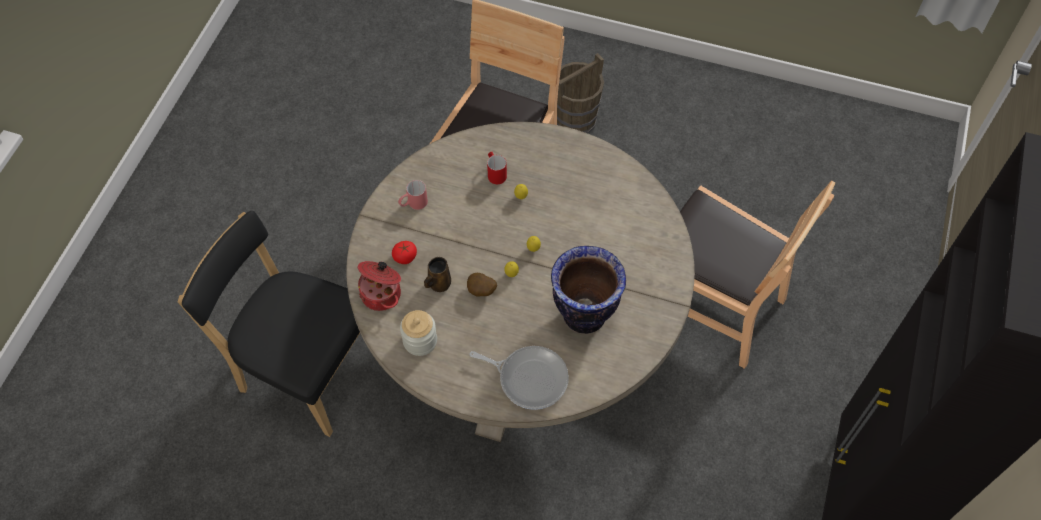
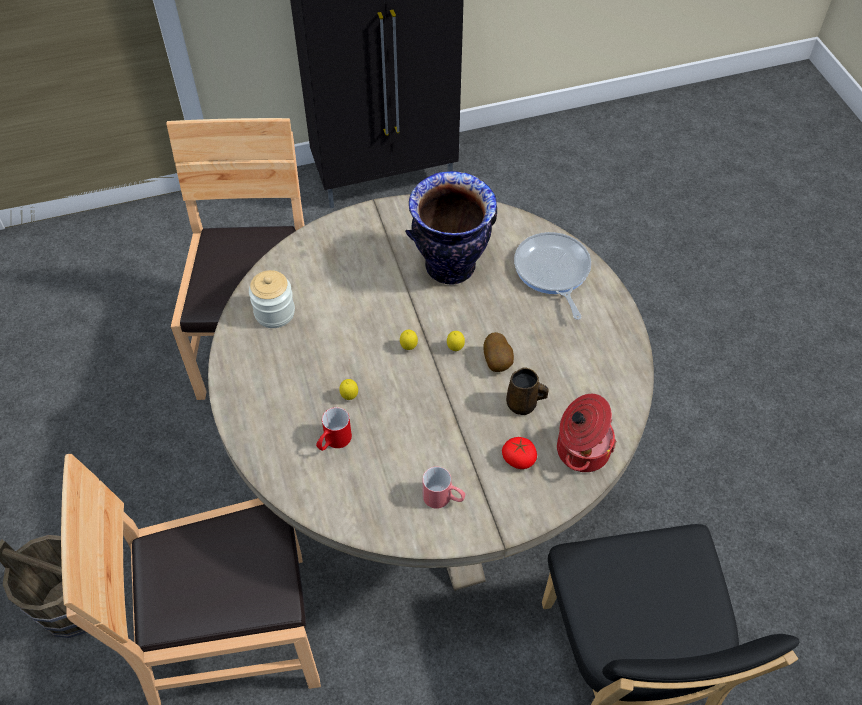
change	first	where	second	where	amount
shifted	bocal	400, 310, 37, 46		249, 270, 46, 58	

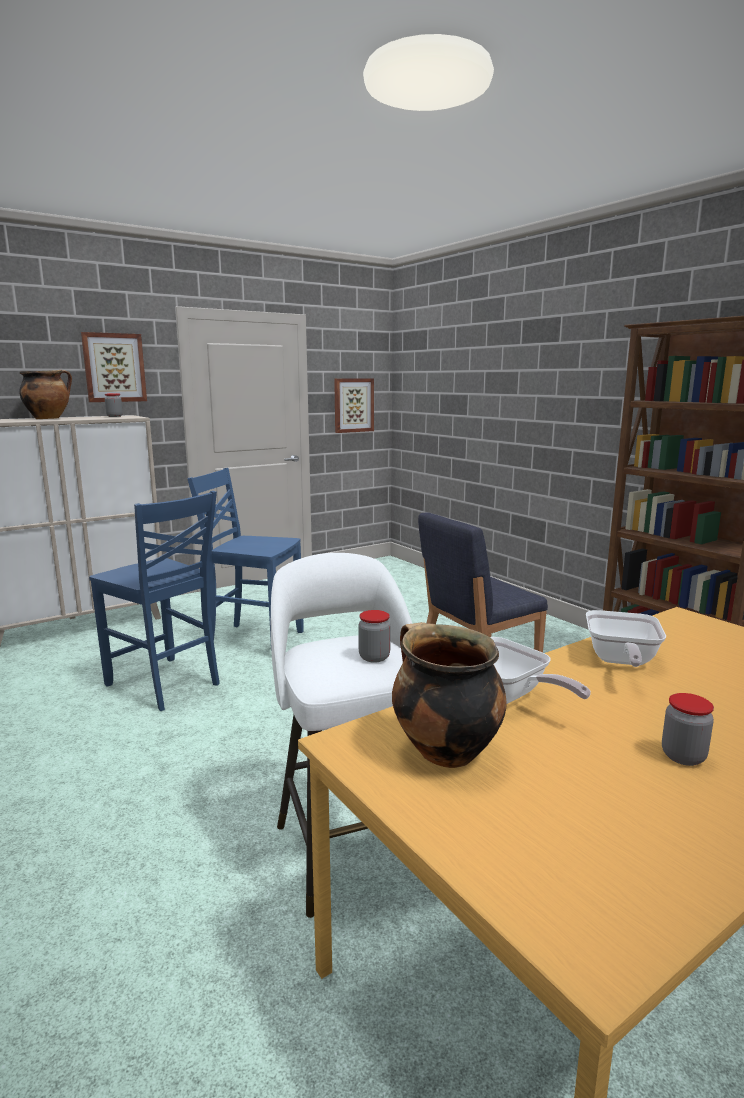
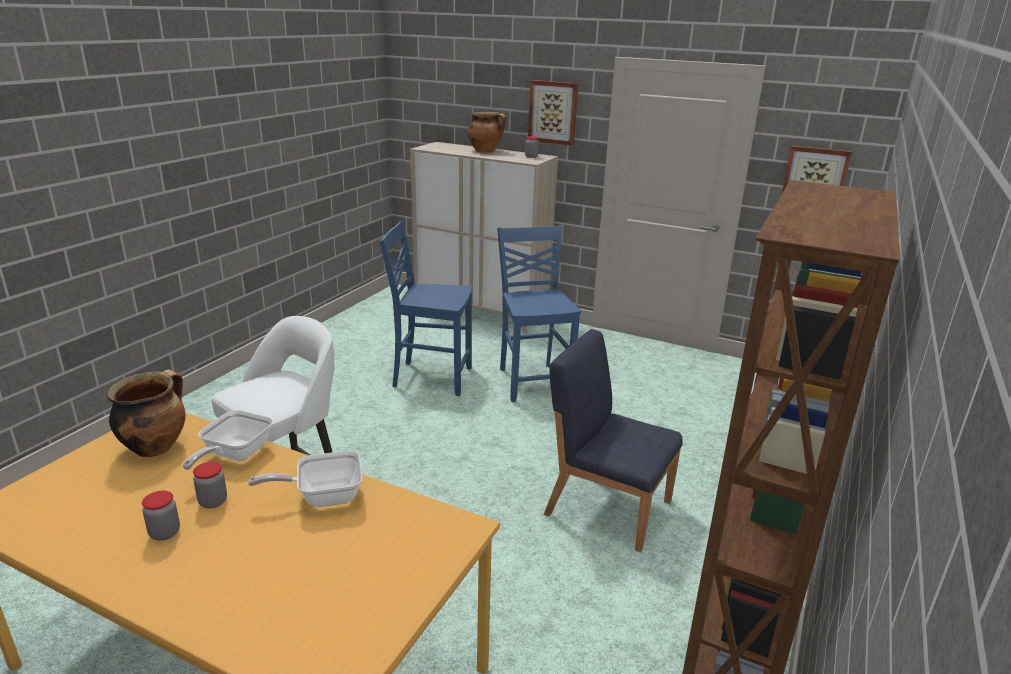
change	first	where	second	where	amount
rotated	chaise/bleu	89, 491, 131, 220		380, 221, 92, 175	90 degrees clockwise
shifted	bocal	358, 610, 33, 53		193, 462, 34, 46	

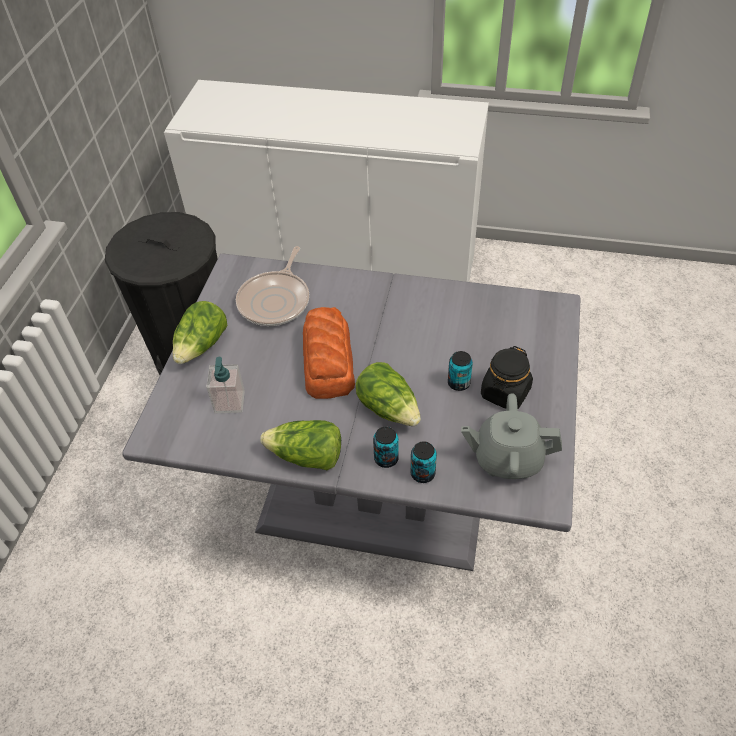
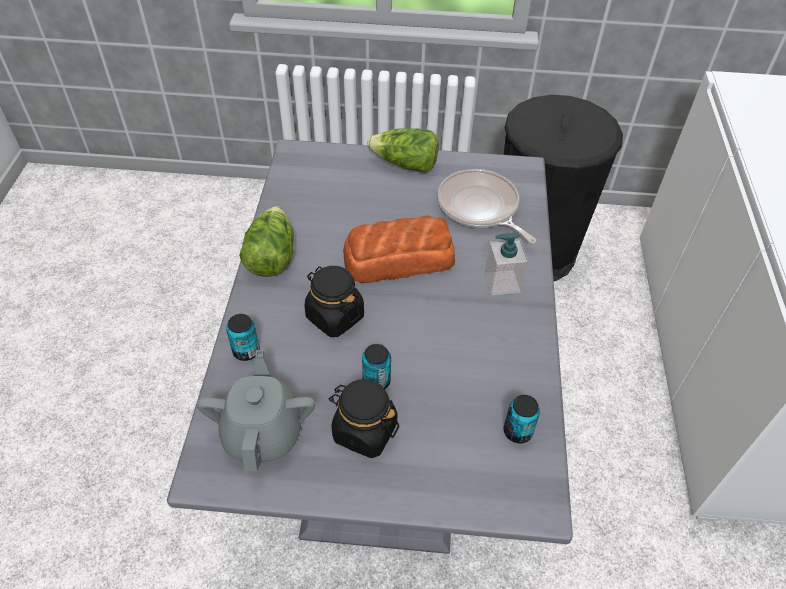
change	first	where	second	where	amount
rotated	poêle	236, 246, 73, 80		438, 169, 98, 75	45 degrees clockwise
shifted	distributeur de savon	206, 357, 39, 56		485, 232, 43, 63	
swapped	laitue	356, 362, 65, 64	bocal/noir	305, 266, 59, 71	
shifted	boîte métallique	373, 427, 26, 41		504, 395, 36, 49	

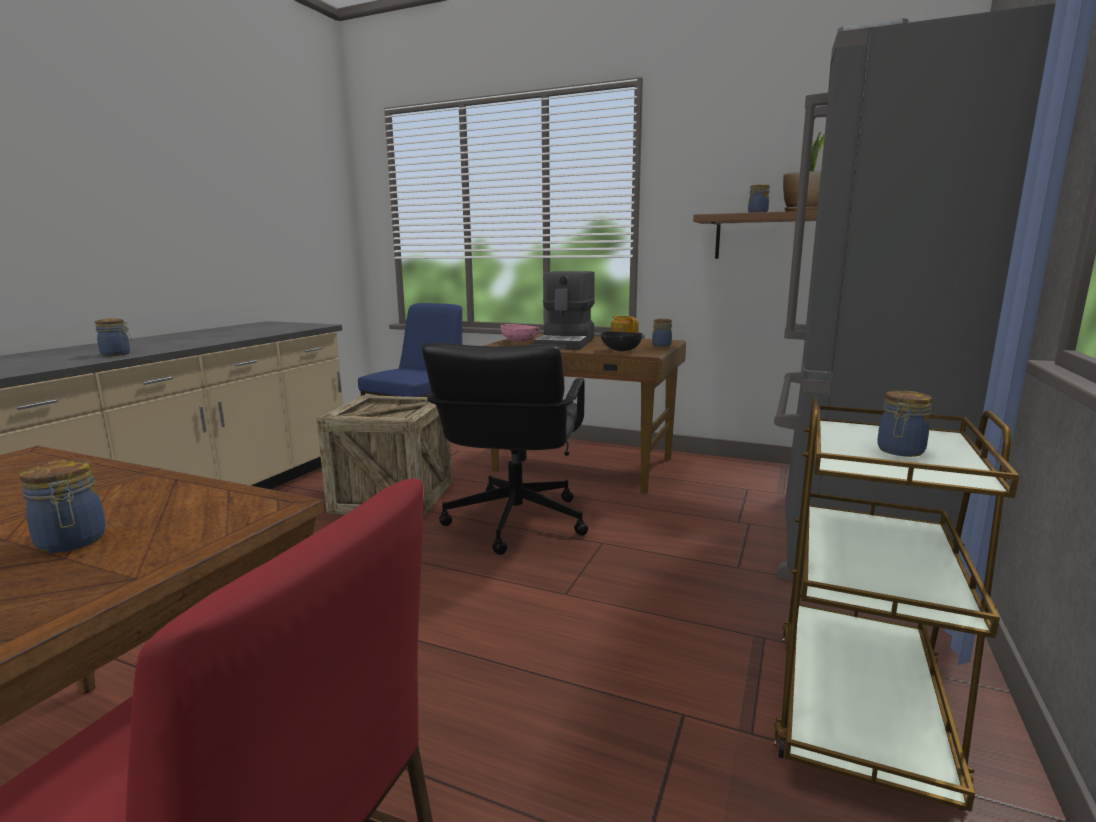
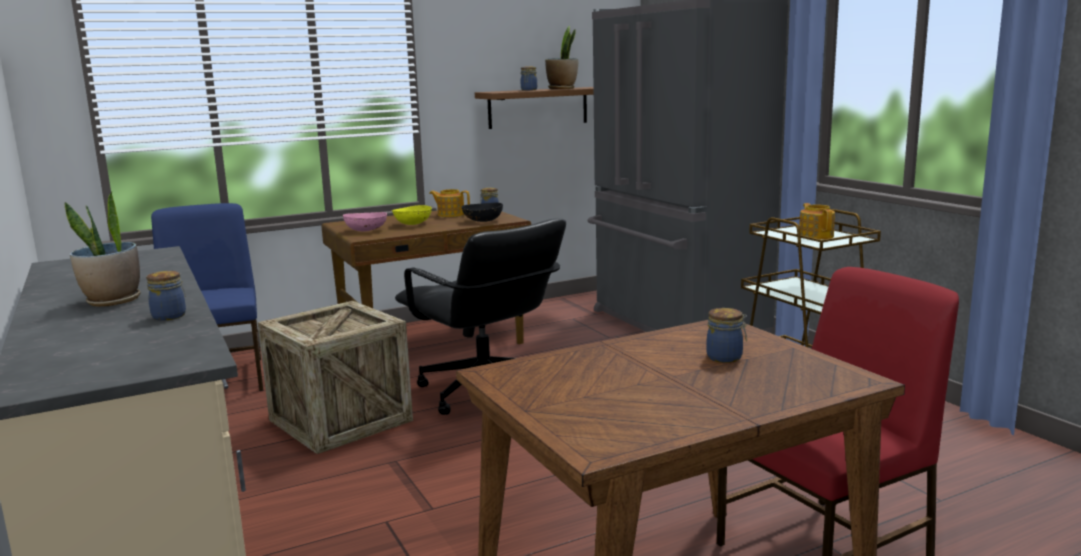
change	first	where	second	where	amount
swapped	machine à café	534, 271, 61, 79	bol/jaune	392, 205, 40, 20	
swapped	bocal	877, 391, 55, 66	théière	799, 203, 36, 37	
new			plante en pot	64, 192, 77, 115	

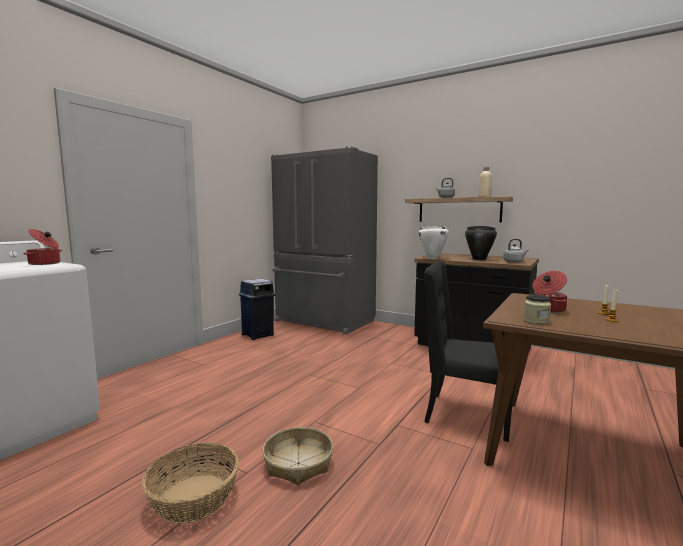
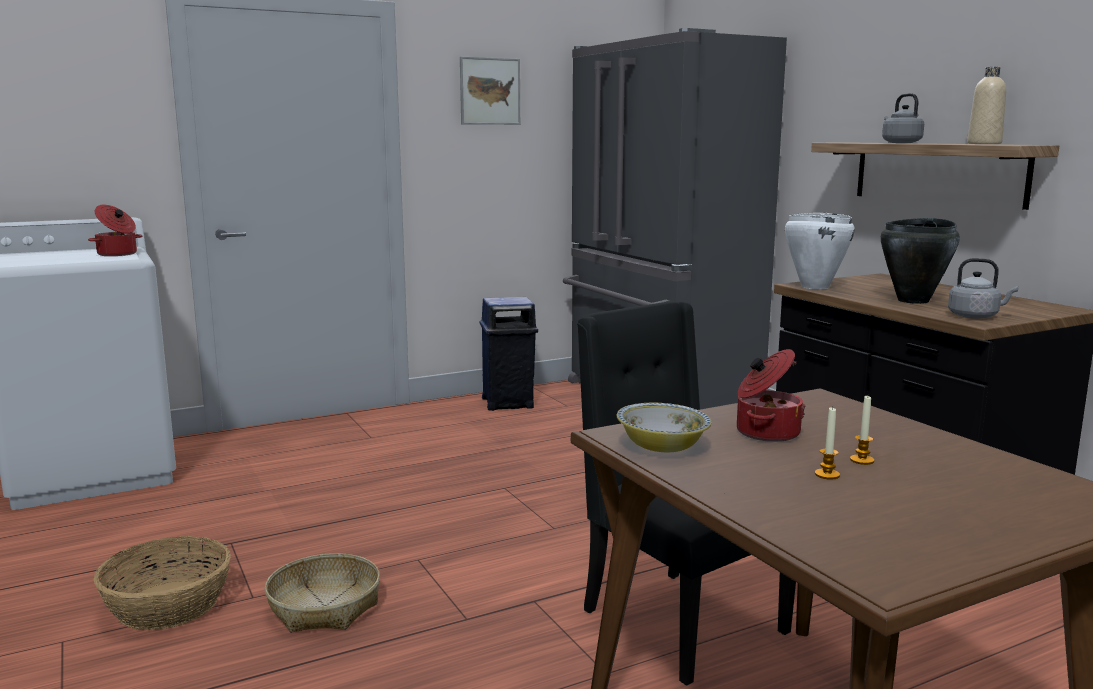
change	first	where	second	where	amount
swapped	bocal	523, 295, 28, 29	bol	617, 403, 94, 49	
new			tableau	460, 57, 60, 68	

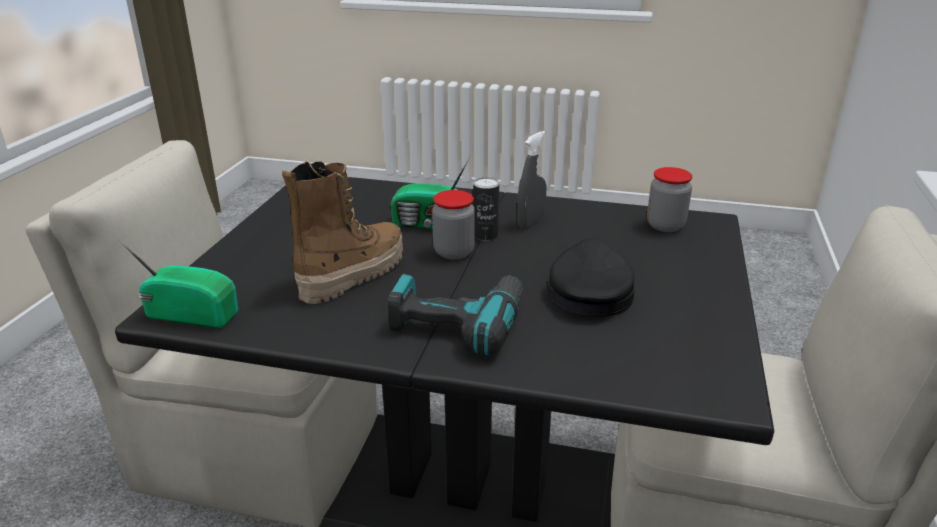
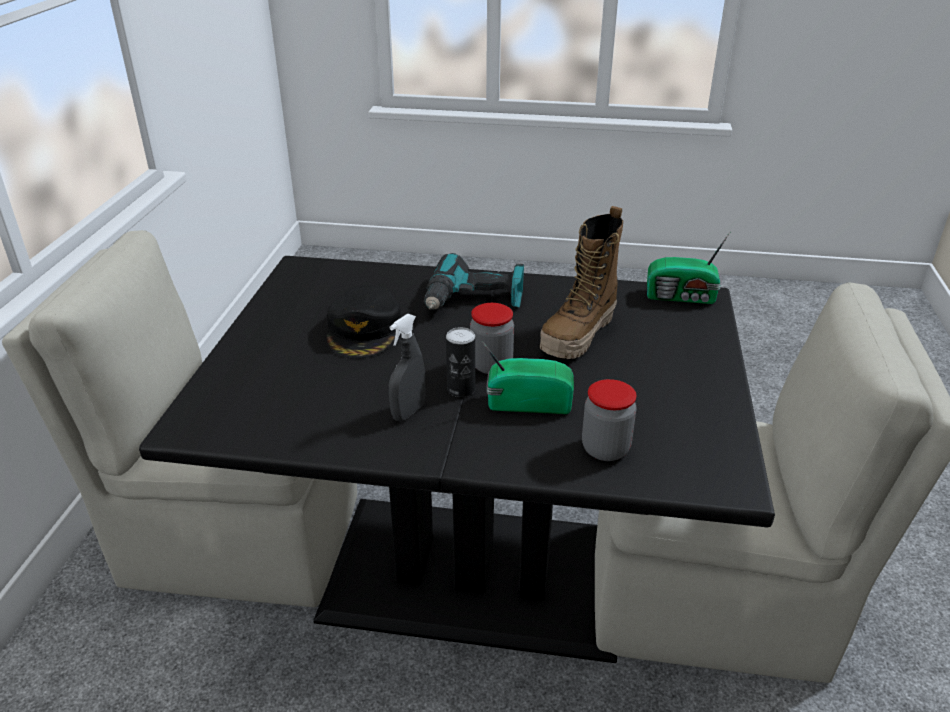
change	first	where	second	where	amount
shifted	bocal	647, 167, 45, 65		582, 379, 55, 82	

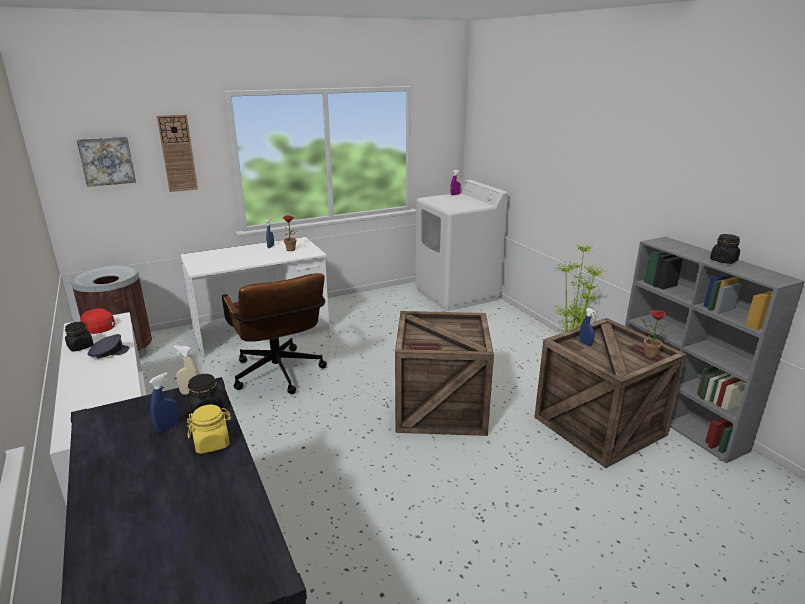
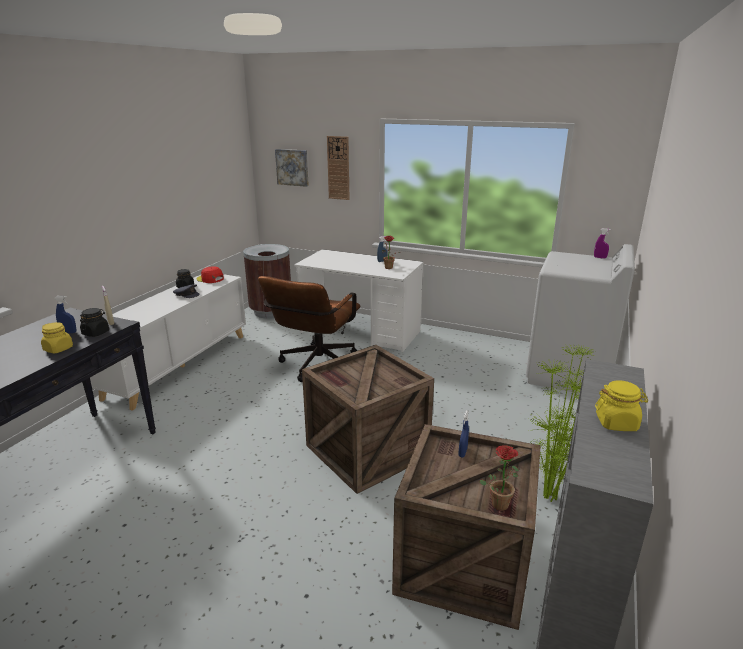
change	first	where	second	where	amount
repainted	bocal/noir	710, 234, 30, 30	bocal/jaune	595, 380, 53, 51	

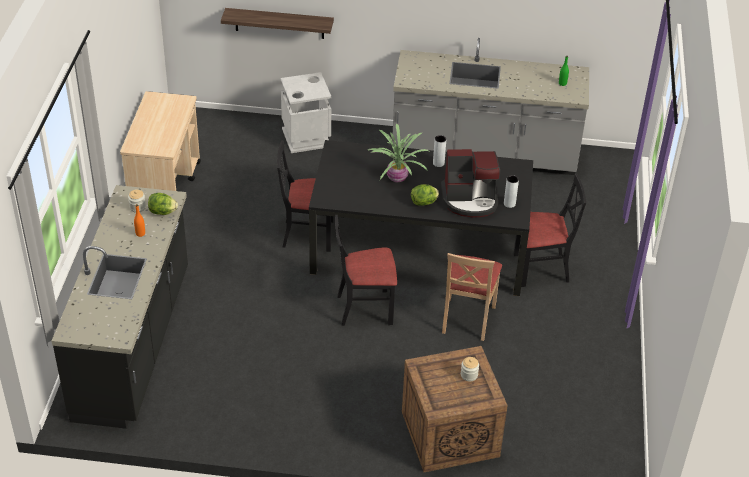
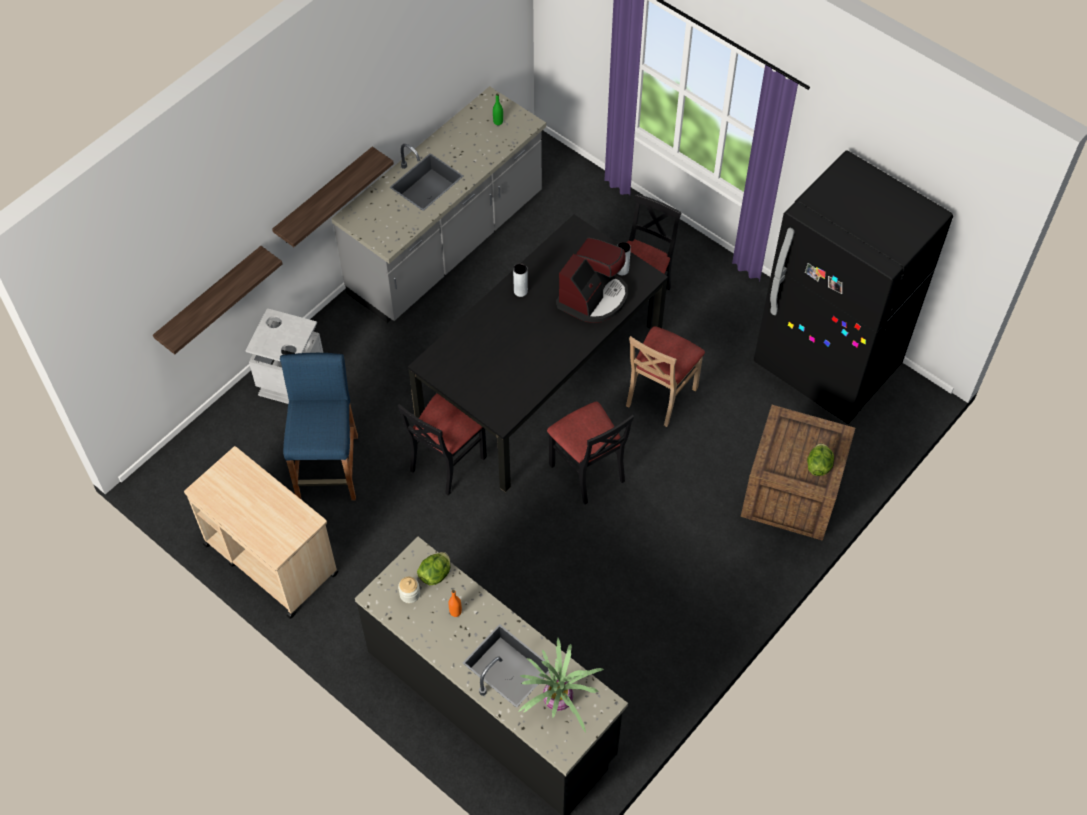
change	first	where	second	where	amount
shifted	plante en pot	368, 123, 61, 59		519, 638, 85, 95	
shifted	laitue	411, 185, 28, 21		807, 443, 27, 33	
rotated	chaise/noir	335, 215, 62, 111		547, 402, 87, 103	60 degrees counterclockwise
rotated	chaise/beige	442, 253, 60, 88		626, 326, 79, 101	75 degrees clockwise
gone	bocal	461, 357, 18, 25			
new			étagère	272, 147, 122, 100	
new			réfrigérateur/noir	754, 150, 199, 274	
new			tabouret/bleu	280, 353, 78, 147	

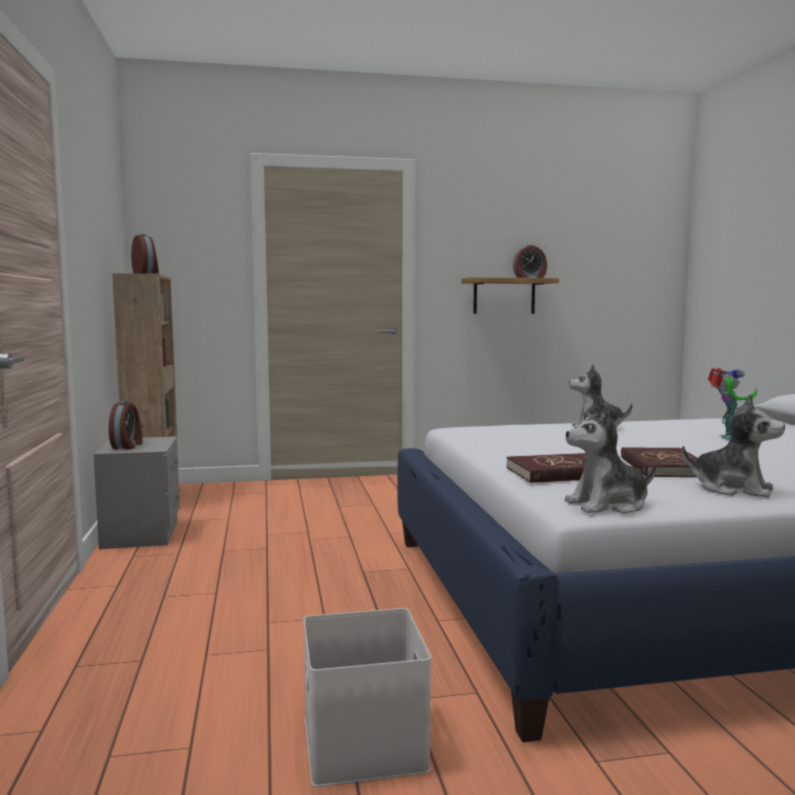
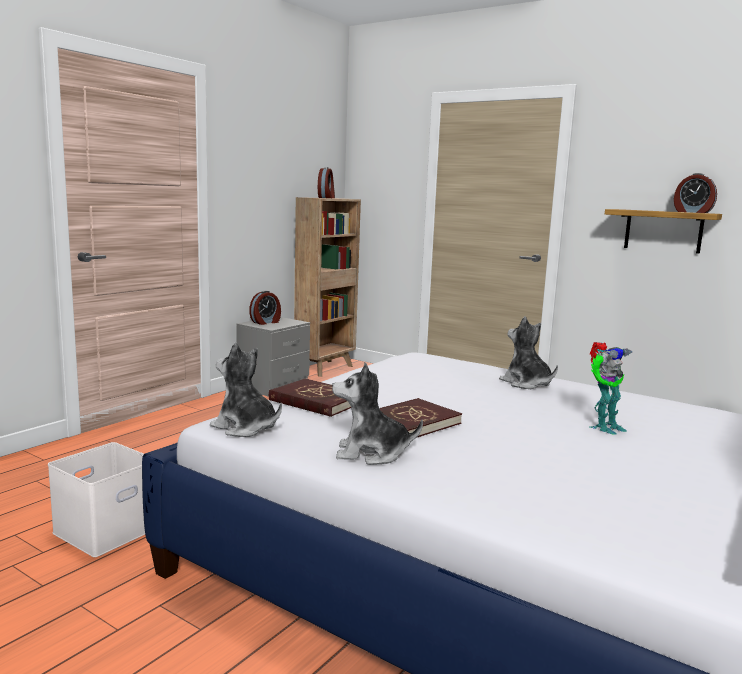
change	first	where	second	where	amount
rotated	peluche	682, 394, 103, 104		332, 362, 91, 103	105 degrees clockwise

